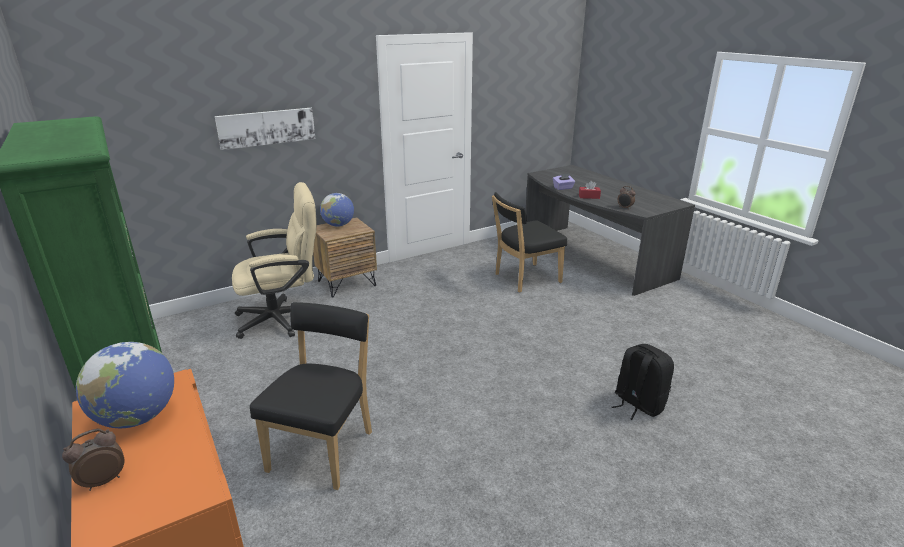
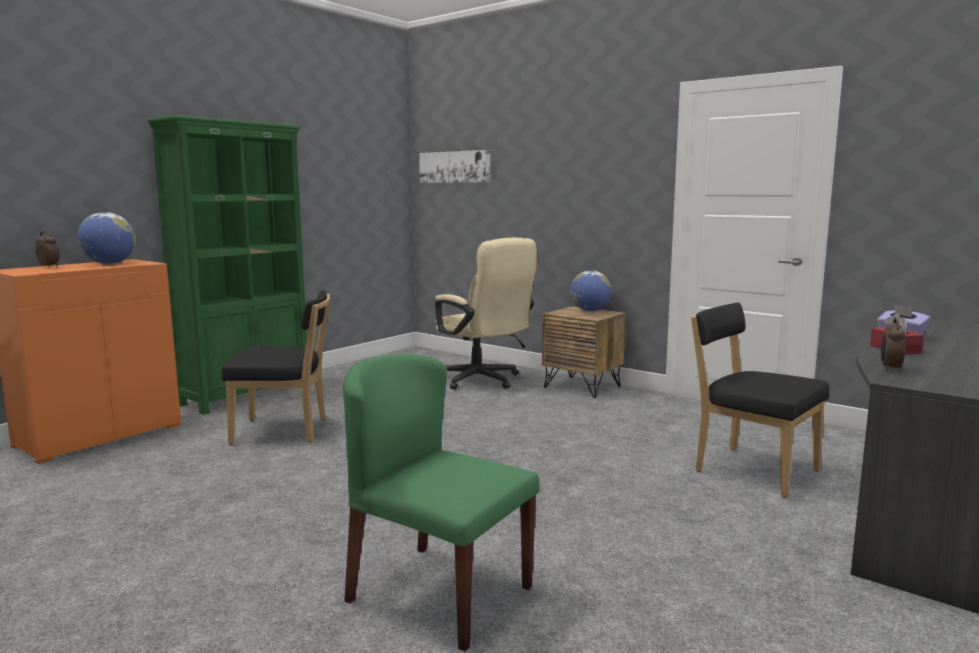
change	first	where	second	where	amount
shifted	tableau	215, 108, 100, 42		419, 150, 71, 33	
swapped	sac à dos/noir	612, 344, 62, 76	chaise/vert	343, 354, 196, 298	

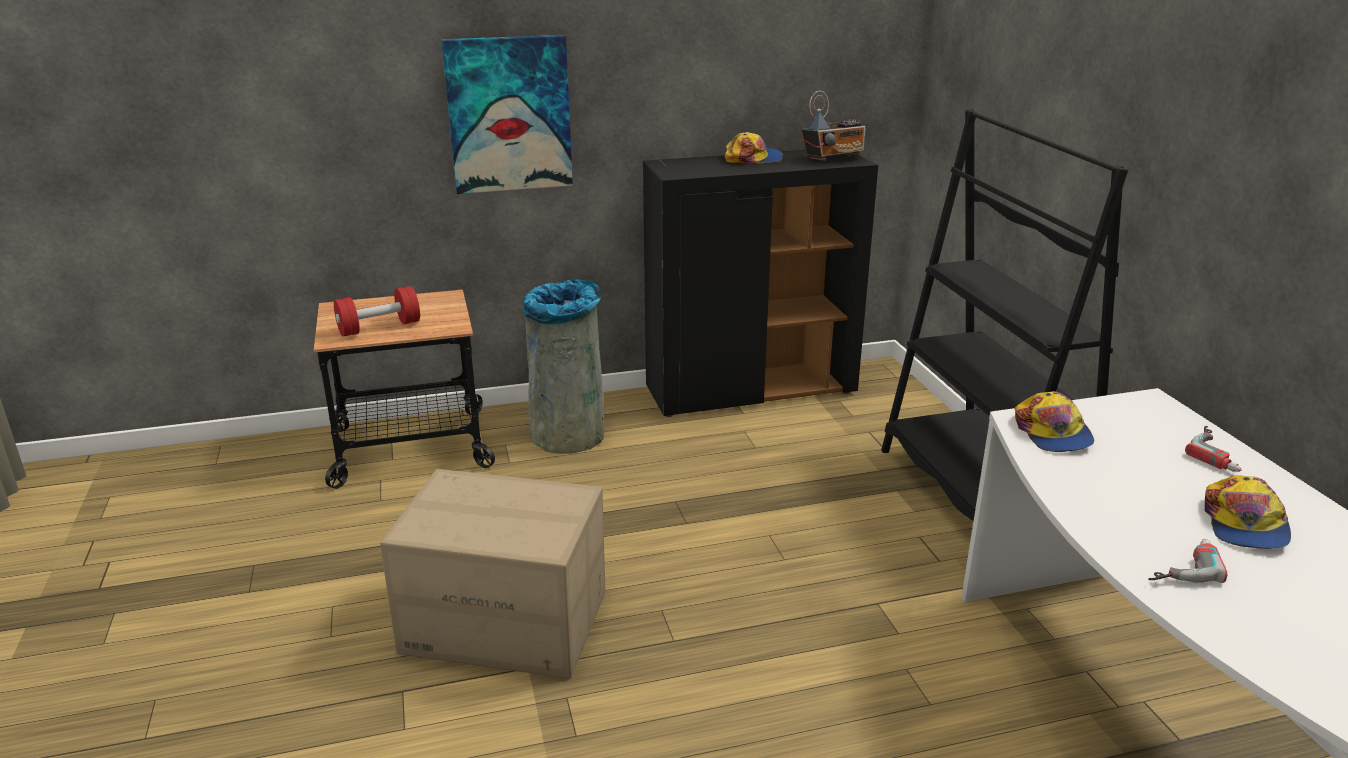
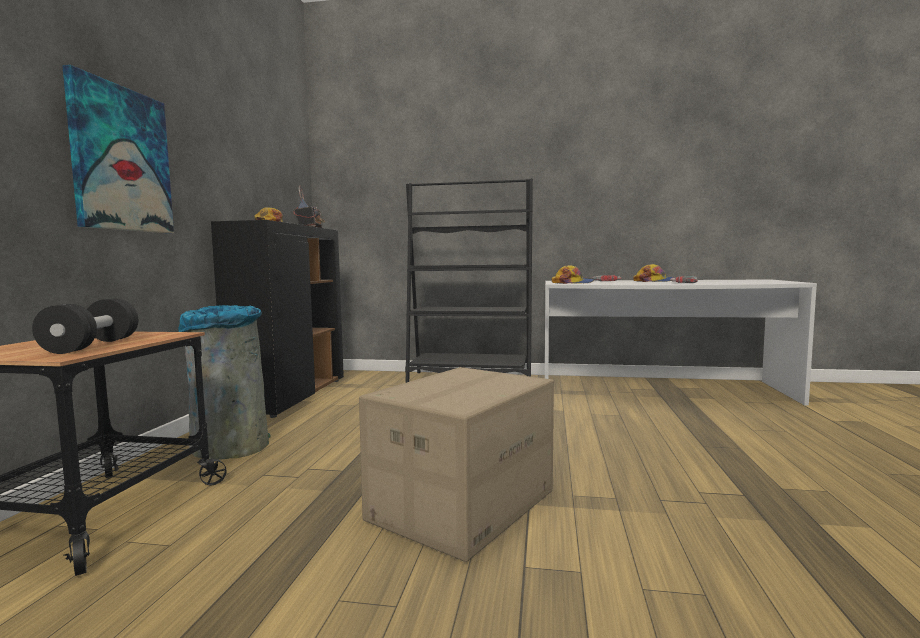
change	first	where	second	where	amount
repainted	haltère/rouge	334, 286, 86, 51	haltère/noir	32, 299, 106, 55	

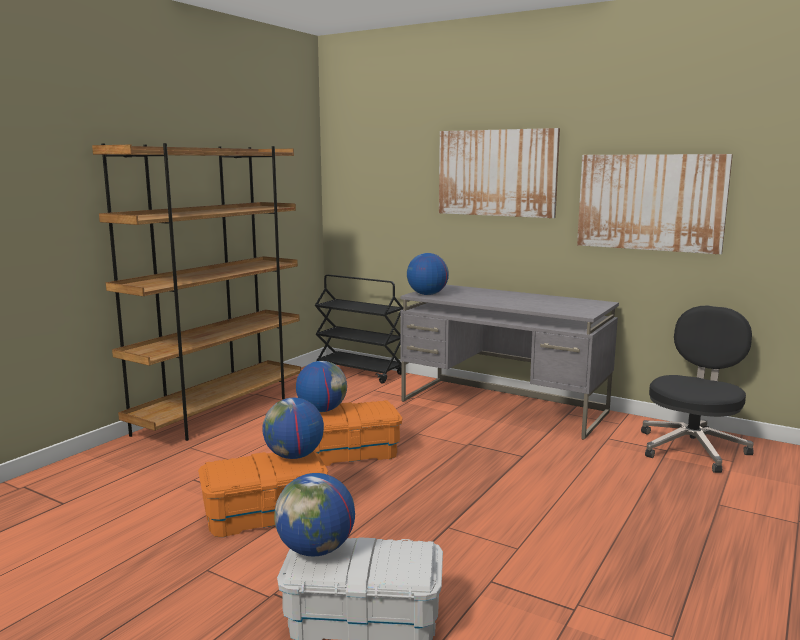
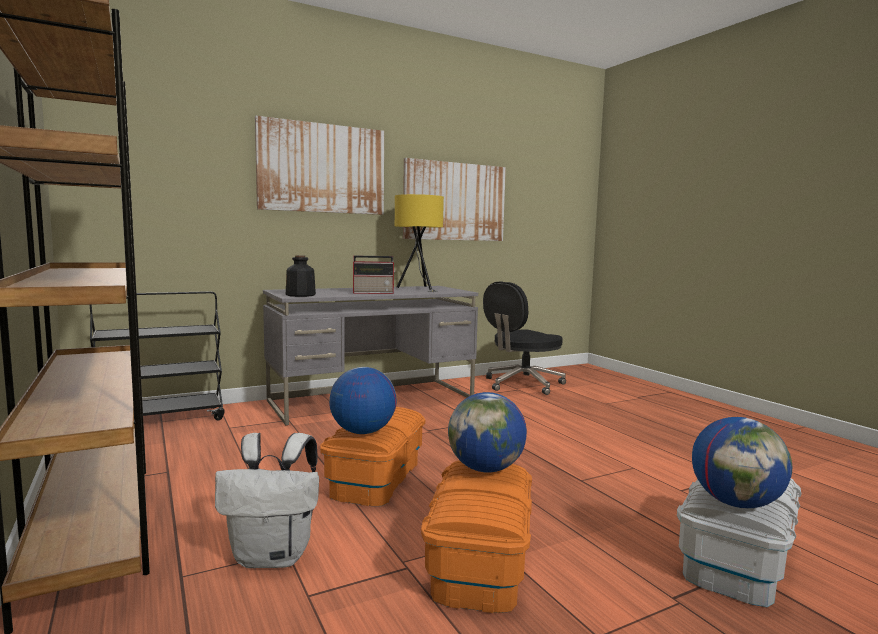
change	first	where	second	where	amount
swapped	globe	407, 253, 42, 42	bouteille	286, 255, 30, 42	
rotated	chaise de bureau/noir	641, 306, 113, 167		483, 281, 83, 114	105 degrees counterclockwise
new			lampe de table/jaune	395, 194, 49, 98	
new			radio	353, 255, 43, 39	
new			sac à dos/blanc	215, 433, 104, 135	

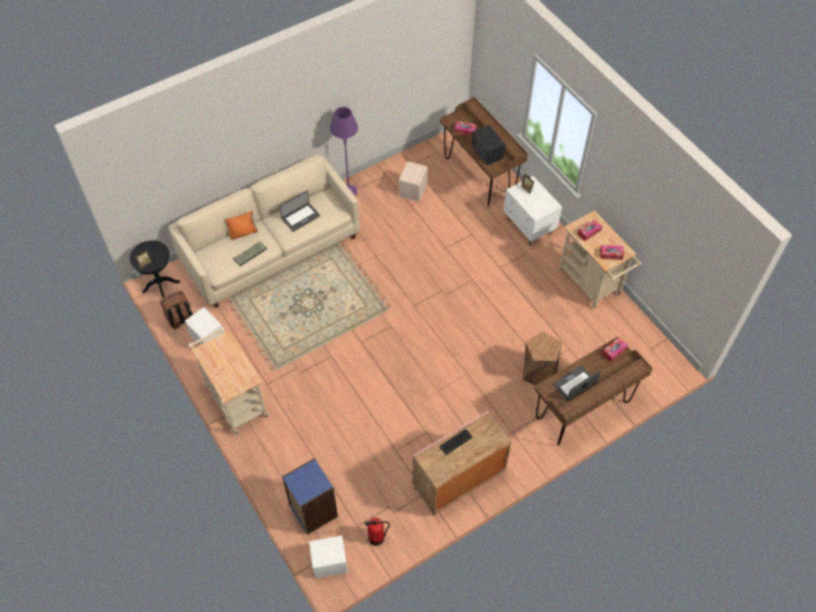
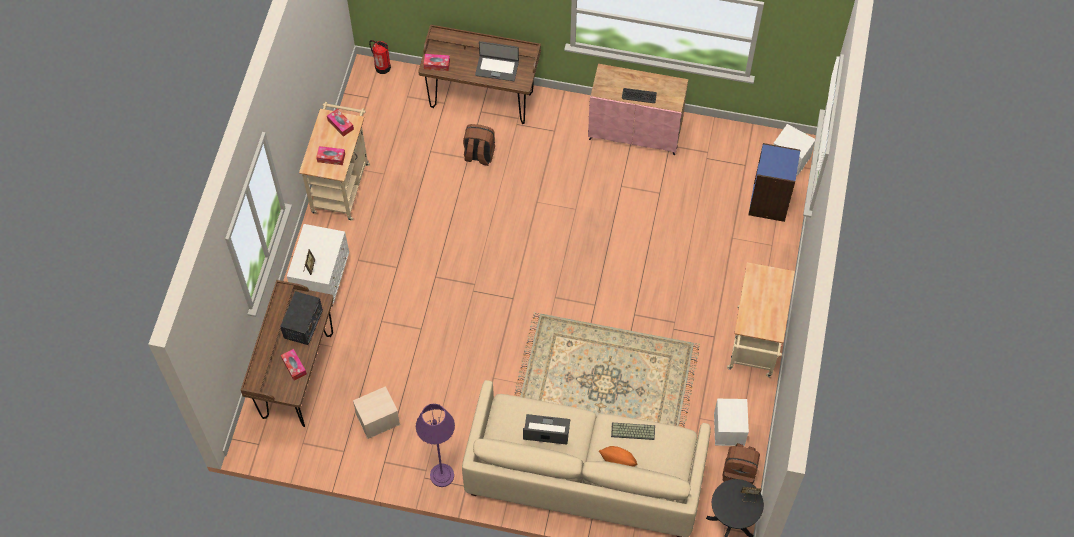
change	first	where	second	where	amount
swapped	tabouret/marron	523, 331, 39, 54	sac à dos/marron	463, 124, 32, 42	
shifted	extincteur	364, 518, 26, 28		369, 40, 22, 34	

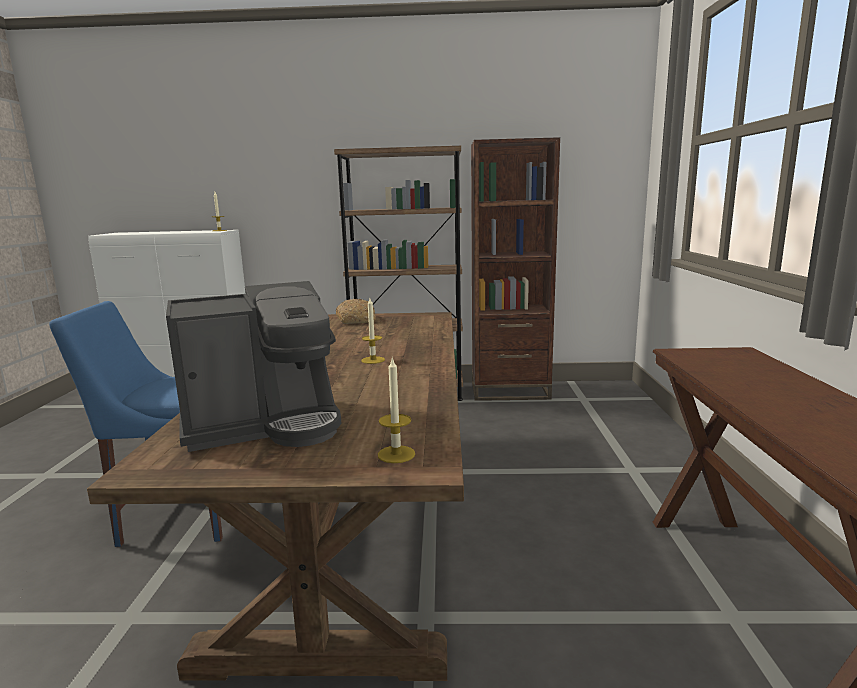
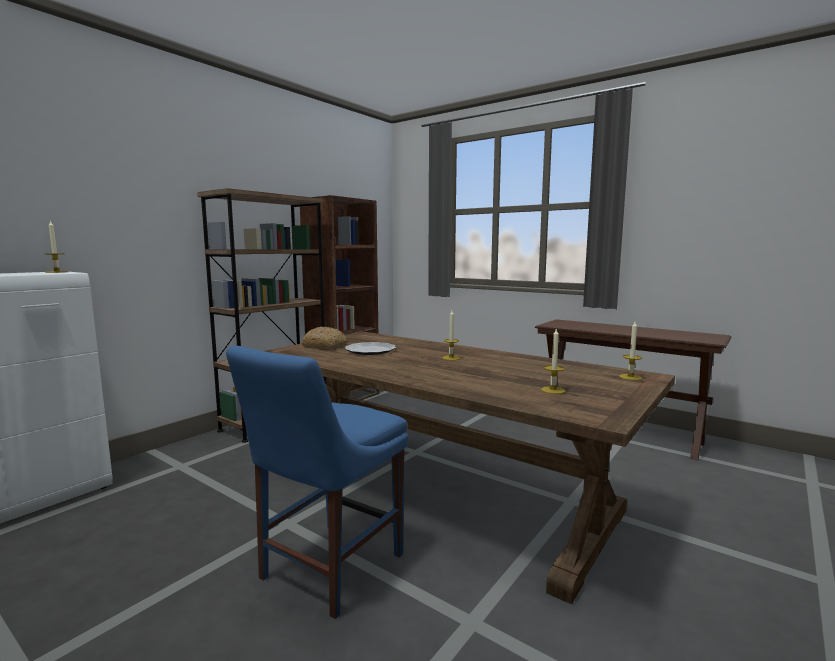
change	first	where	second	where	amount
swapped	machine à café	166, 281, 175, 171	bougie	541, 329, 24, 65	
new			assiette	345, 342, 51, 13	

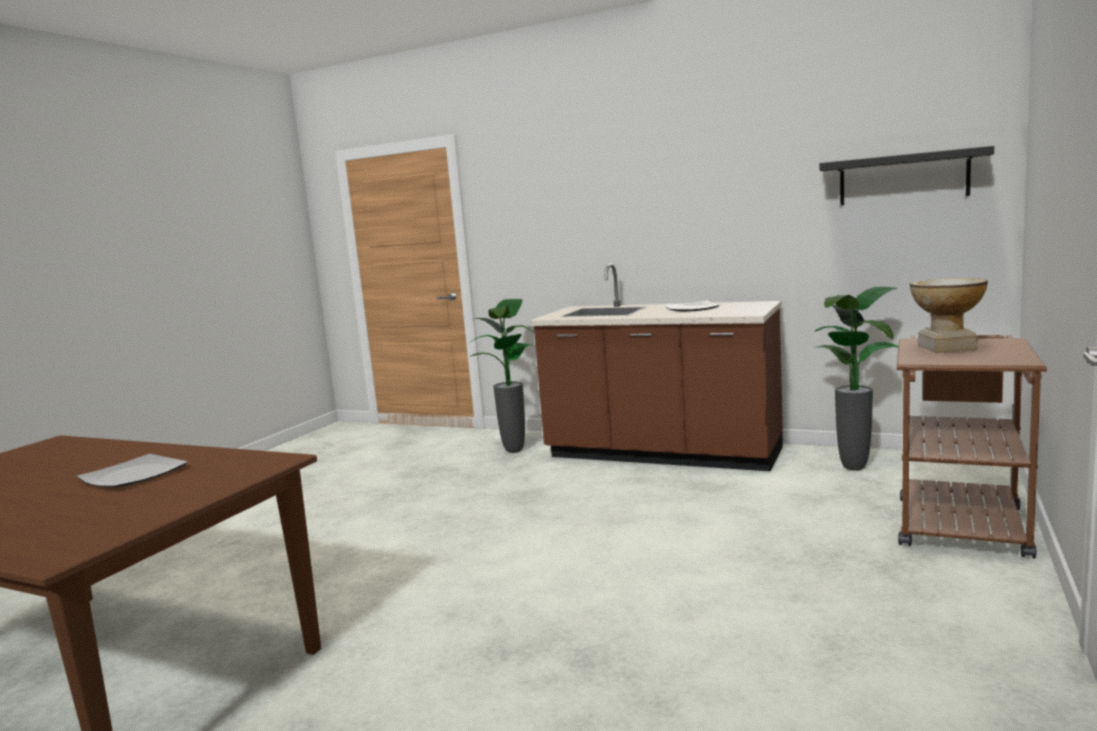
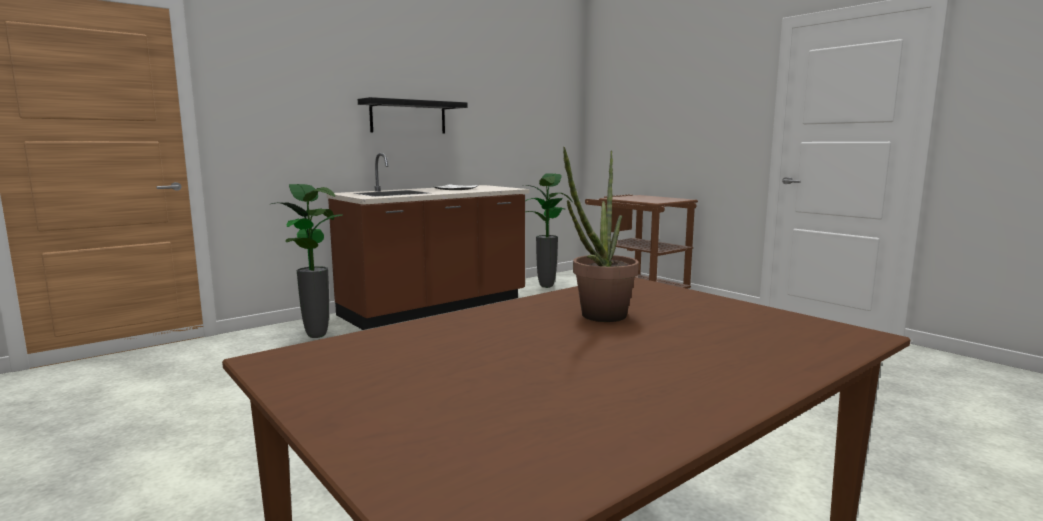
change	first	where	second	where	amount
shifted	étagère/noir	820, 146, 174, 59		358, 97, 110, 37	
gone	vase	909, 278, 79, 75			
swapped	assiette	77, 454, 111, 34	plante en pot	563, 146, 76, 176	

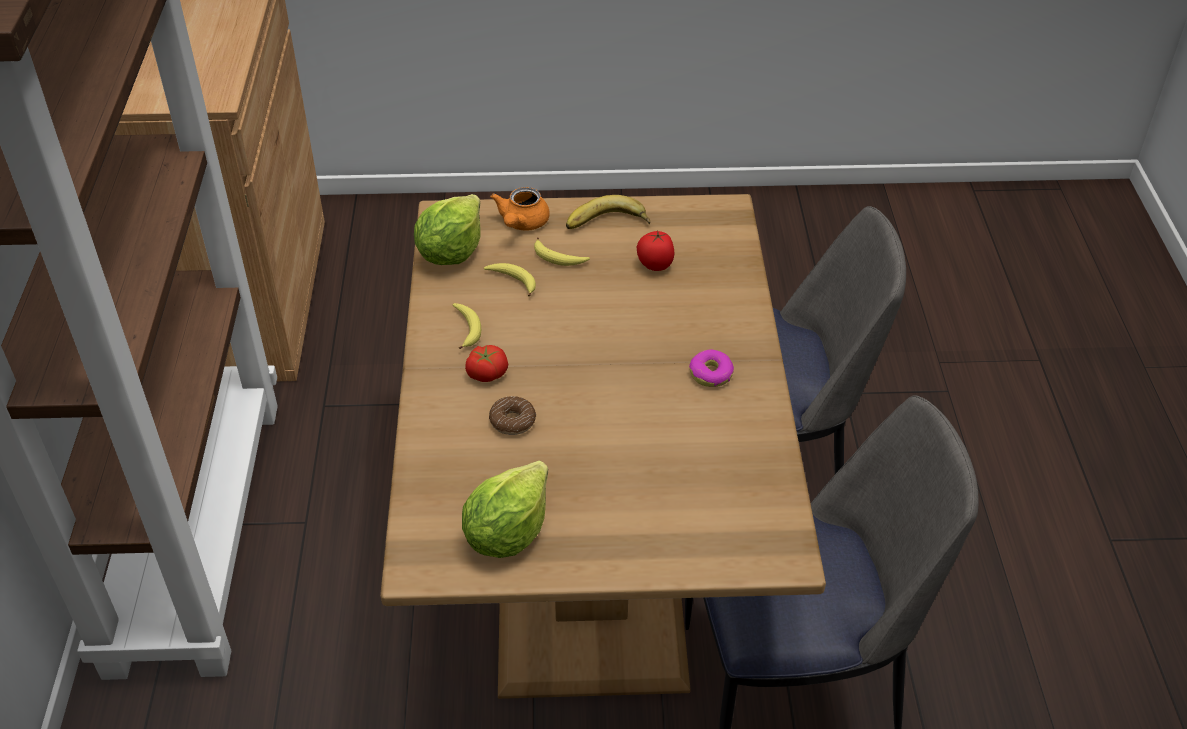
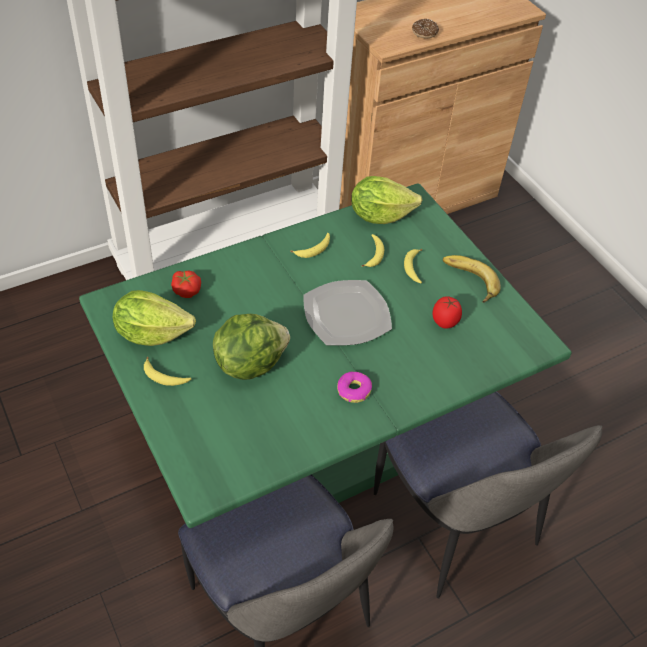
change	first	where	second	where	amount
gone	théière/orange	490, 187, 60, 44			
repainted	table à manger/marron	380, 194, 446, 505	table à manger/vert	79, 183, 493, 345	
shifted	tomate	465, 345, 43, 37		171, 270, 30, 28	
shifted	beignet	489, 396, 47, 39		412, 19, 27, 19	
new			assiette	303, 280, 89, 66	
new			laitue	213, 314, 77, 66	
new			banane	144, 357, 47, 29	

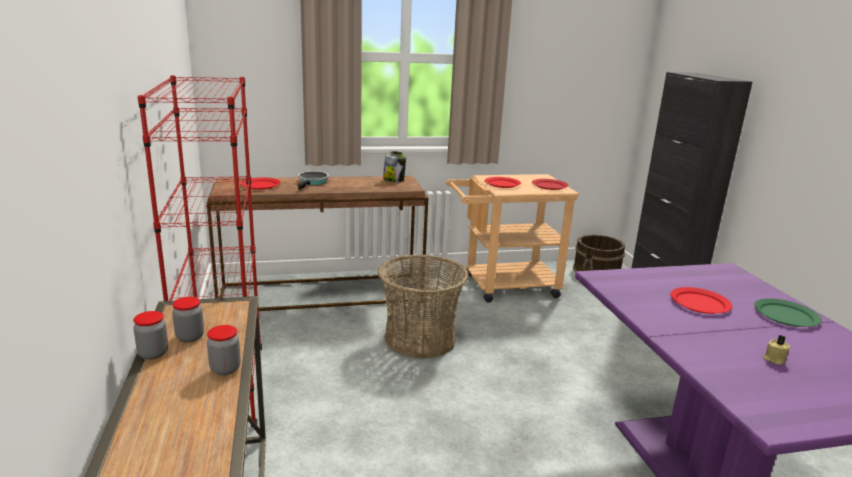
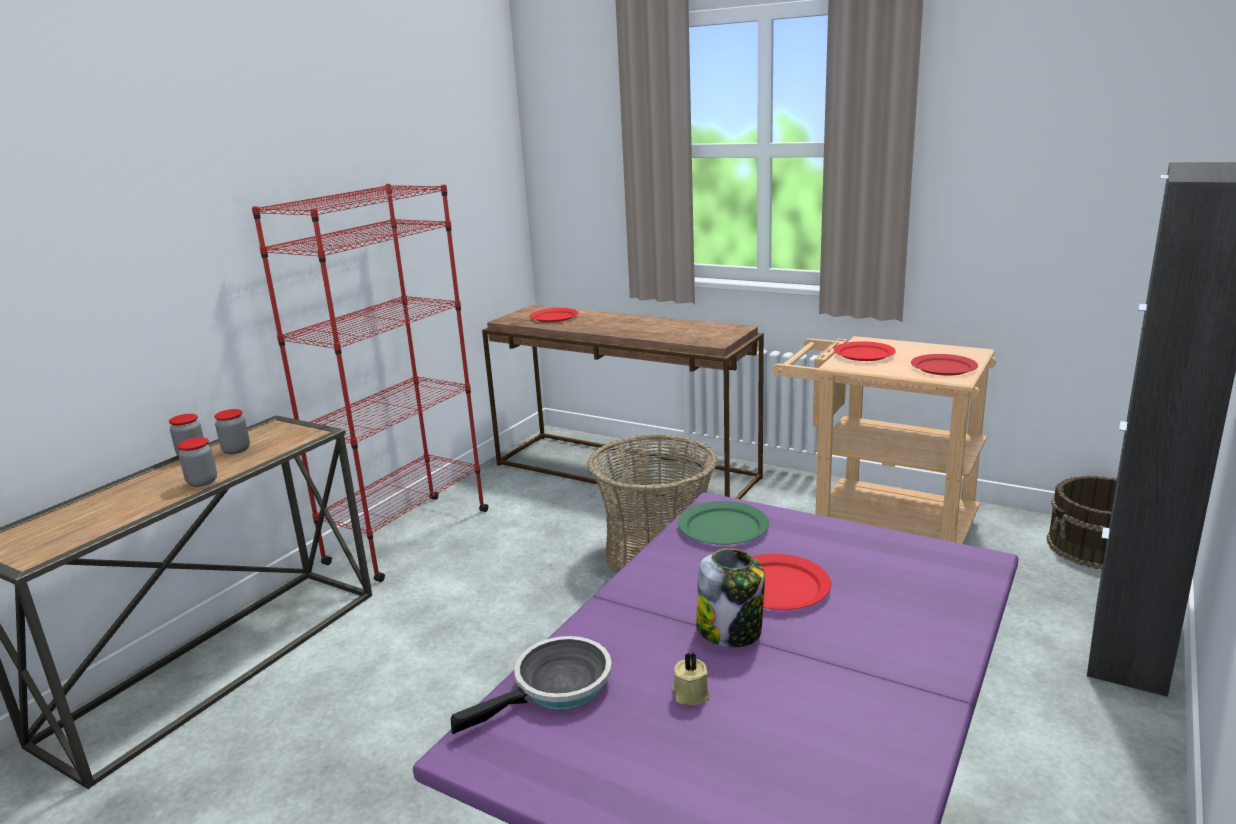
change	first	where	second	where	amount
shifted	bocal	383, 151, 23, 31		696, 548, 69, 99	
shifted	poêle	298, 171, 31, 19		451, 636, 161, 98	
shifted	assiette/vert	754, 298, 68, 29		678, 501, 91, 44	

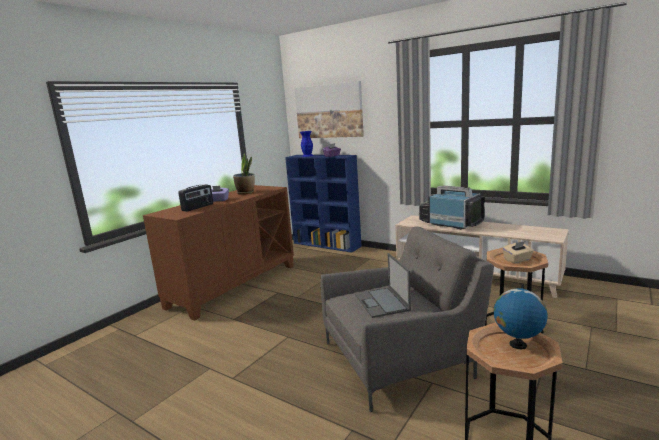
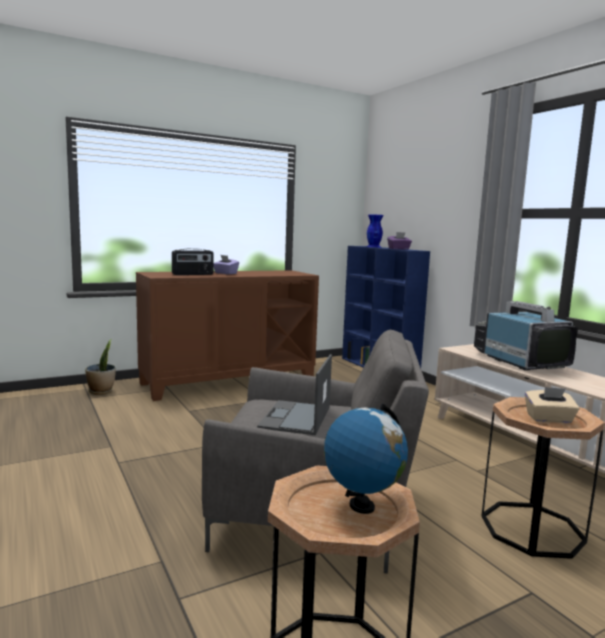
change	first	where	second	where	amount
gone	tableau	295, 81, 69, 57			
shifted	plante en pot	233, 153, 22, 42		85, 340, 31, 55	

